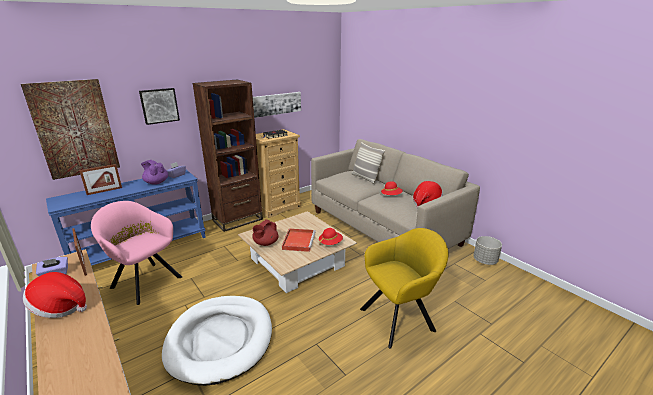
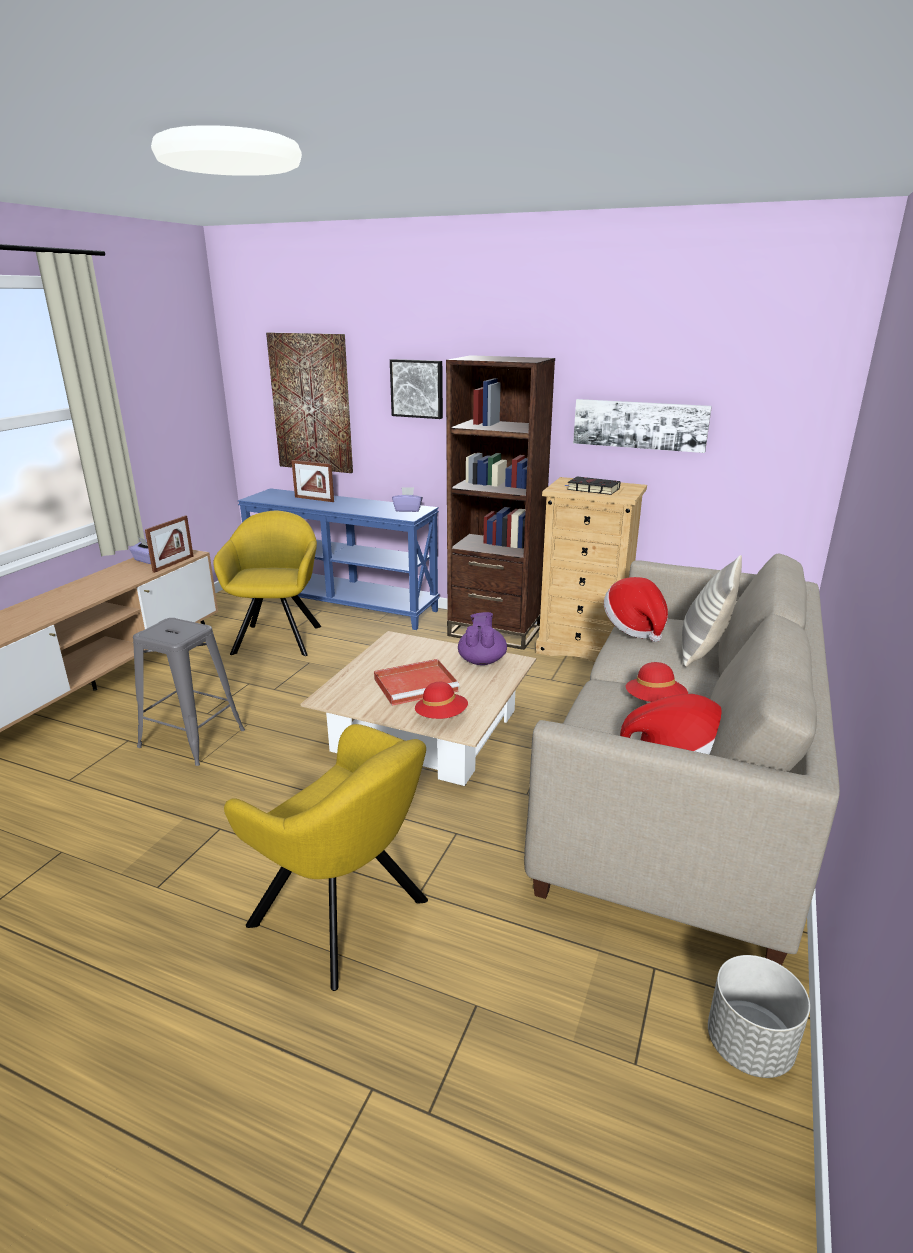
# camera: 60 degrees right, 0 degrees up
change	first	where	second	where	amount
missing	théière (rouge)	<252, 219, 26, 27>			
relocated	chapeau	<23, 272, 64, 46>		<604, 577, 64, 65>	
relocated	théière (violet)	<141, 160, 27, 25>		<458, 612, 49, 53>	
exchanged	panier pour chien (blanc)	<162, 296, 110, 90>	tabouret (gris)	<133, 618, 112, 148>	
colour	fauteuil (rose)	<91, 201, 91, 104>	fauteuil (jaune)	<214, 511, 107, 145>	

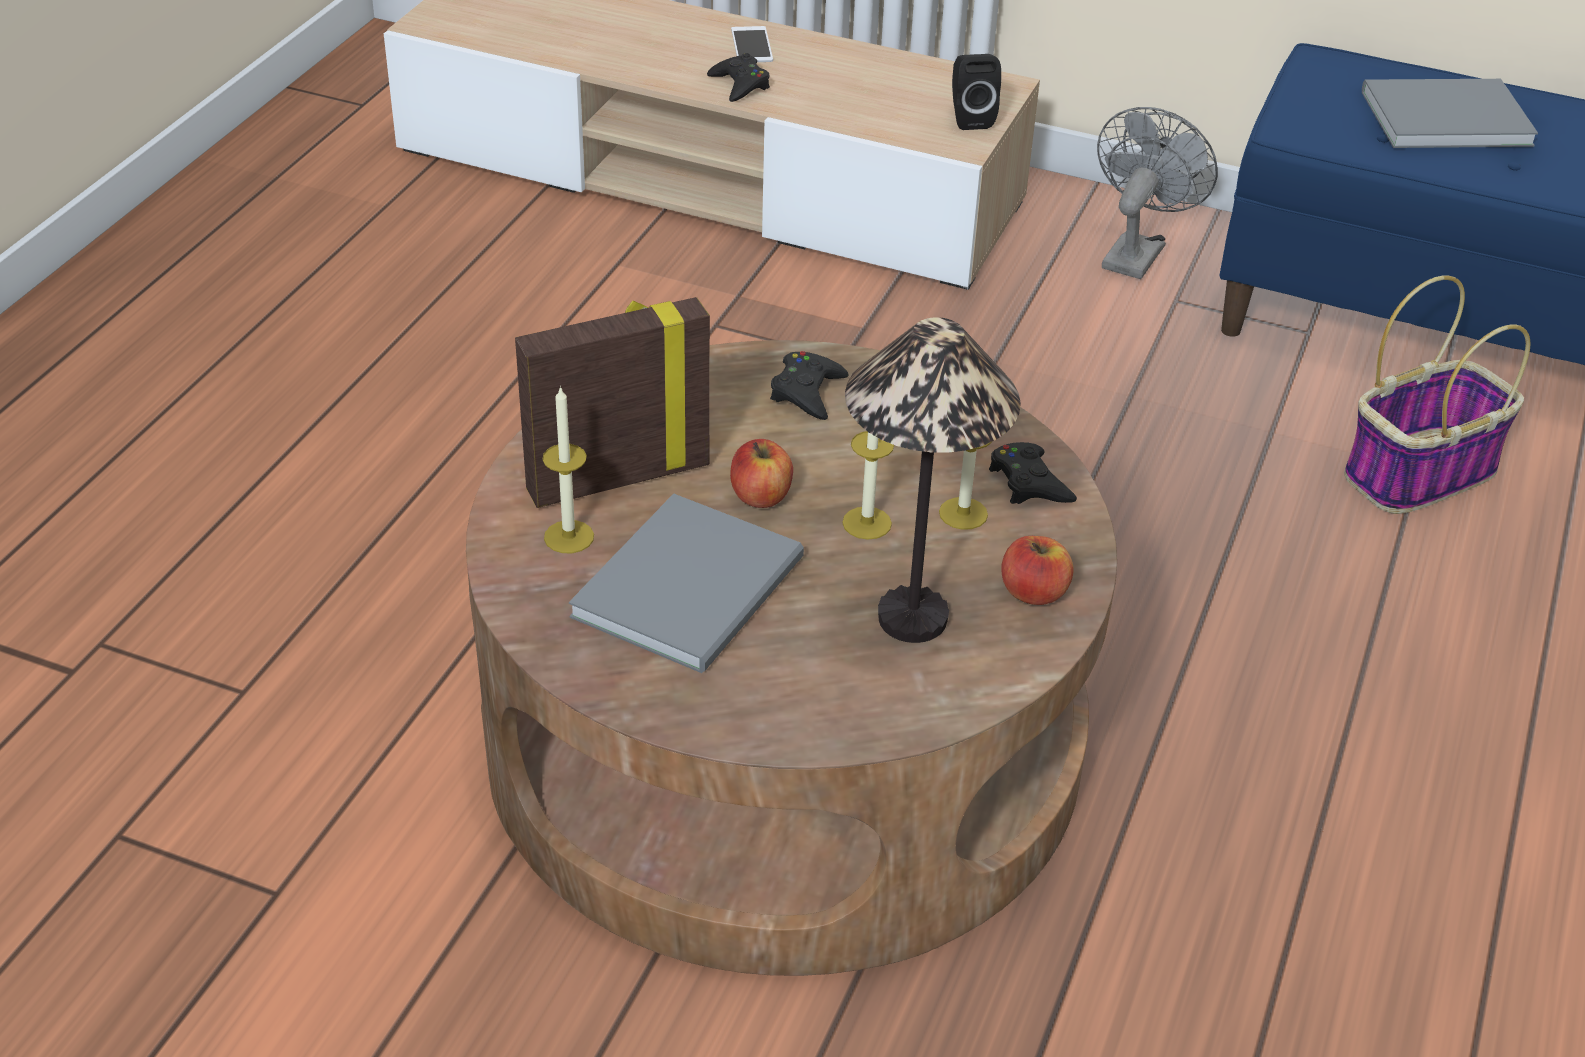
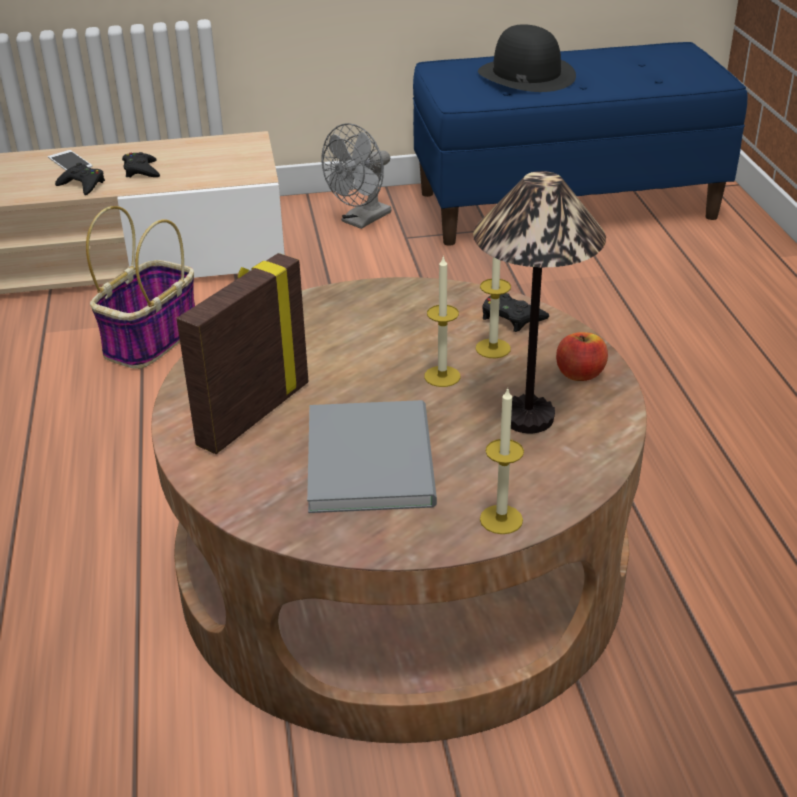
# camera: 30 degrees left, 5 degrees down
change	first	where	second	where	amount
missing	pomme	<730, 439, 63, 69>			
missing	enceinte (noir)	<952, 54, 49, 76>			
relocated	bougie	<542, 386, 52, 167>		<480, 389, 44, 145>	
relocated	manette (noir)	<770, 351, 78, 69>		<122, 152, 38, 25>	
relocated	panier	<1344, 276, 187, 238>		<86, 206, 109, 163>	
exchanged	livre (gris)	<1362, 79, 176, 69>	chapeau (noir)	<478, 24, 98, 68>	
spun	ventilateur (gris)	<1097, 107, 121, 172>		<322, 123, 69, 106>	135 degrees counterclockwise

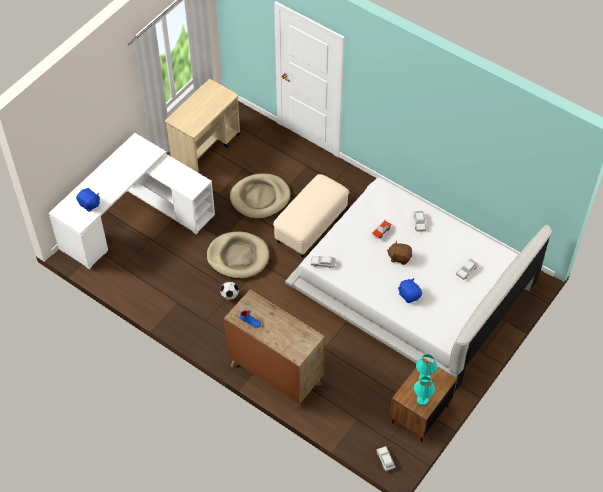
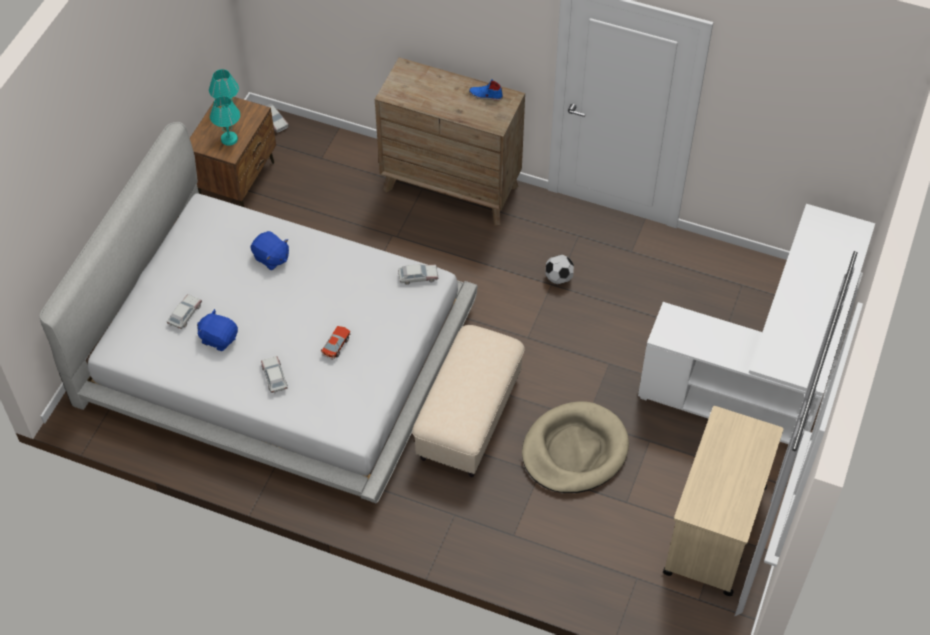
# camera: 165 degrees right, 0 degrees up
change	first	where	second	where	amount
missing	panier pour chien (beige)	<207, 231, 62, 48>			
missing	peluche (marron)	<387, 241, 25, 24>			
relocated	peluche (bleu)	<76, 188, 24, 24>		<197, 309, 41, 42>	

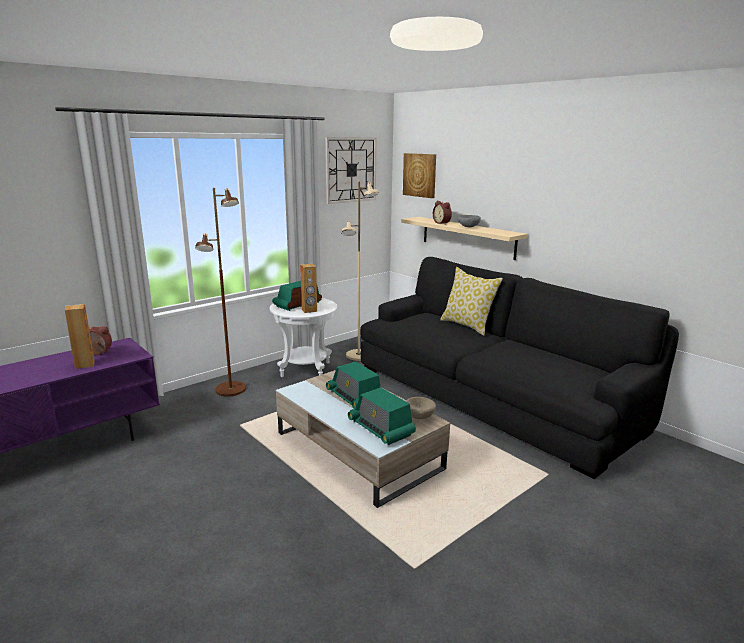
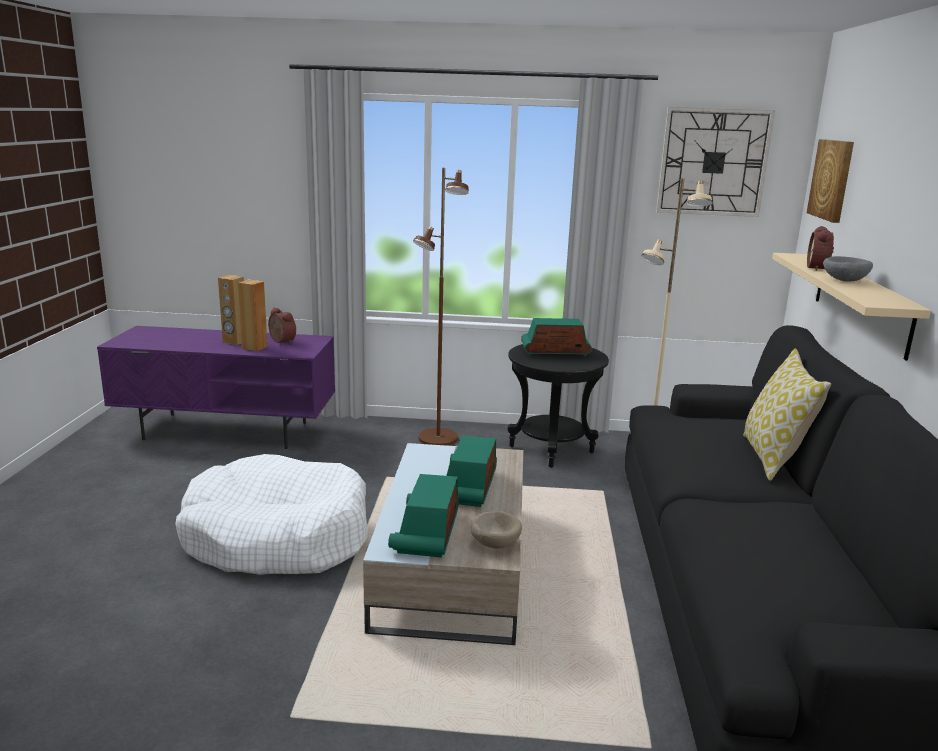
# camera: 45 degrees right, 0 degrees up
change	first	where	second	where	amount
appeared			panier pour chien (blanc)	<175, 454, 193, 121>	
relocated	enceinte (marron)	<300, 264, 17, 49>		<218, 275, 26, 70>	
colour	table d'appoint (blanc)	<269, 298, 68, 79>	table d'appoint (noir)	<508, 344, 101, 124>	

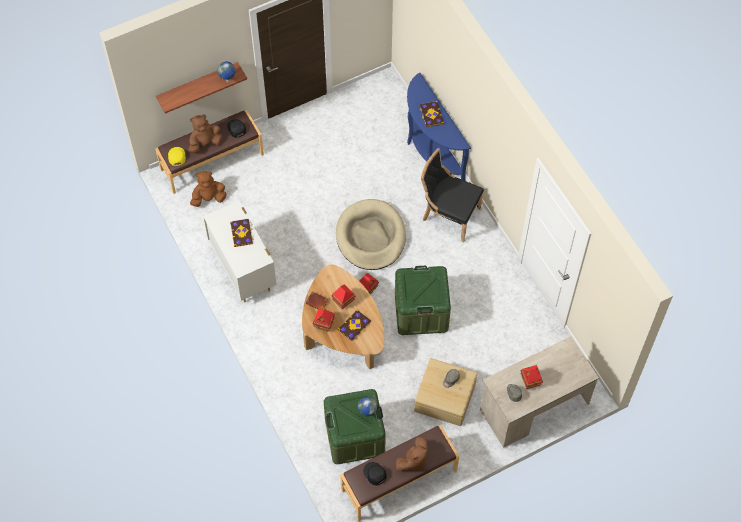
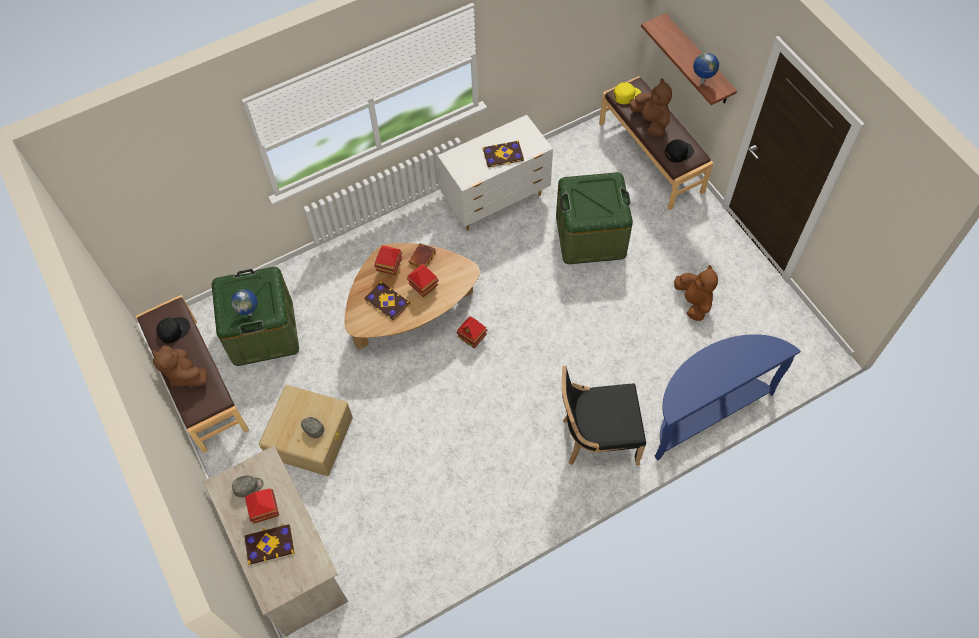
# camera: 90 degrees right, 0 degrees up
change	first	where	second	where	amount
missing	panier pour chien (beige)	<336, 199, 70, 71>			
relocated	peluche (marron)	<190, 171, 37, 36>		<674, 265, 44, 56>	
relocated	boîte de rangement (vert)	<395, 266, 56, 69>		<556, 172, 77, 92>	
relocated	livre	<419, 101, 25, 26>		<244, 524, 51, 41>	
spun	chaise (noir)	<421, 148, 63, 95>		<562, 366, 84, 100>	120 degrees counterclockwise

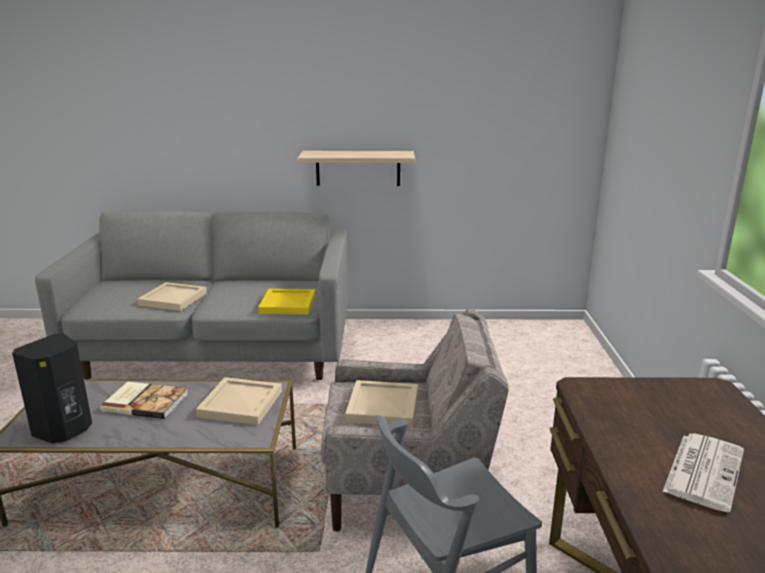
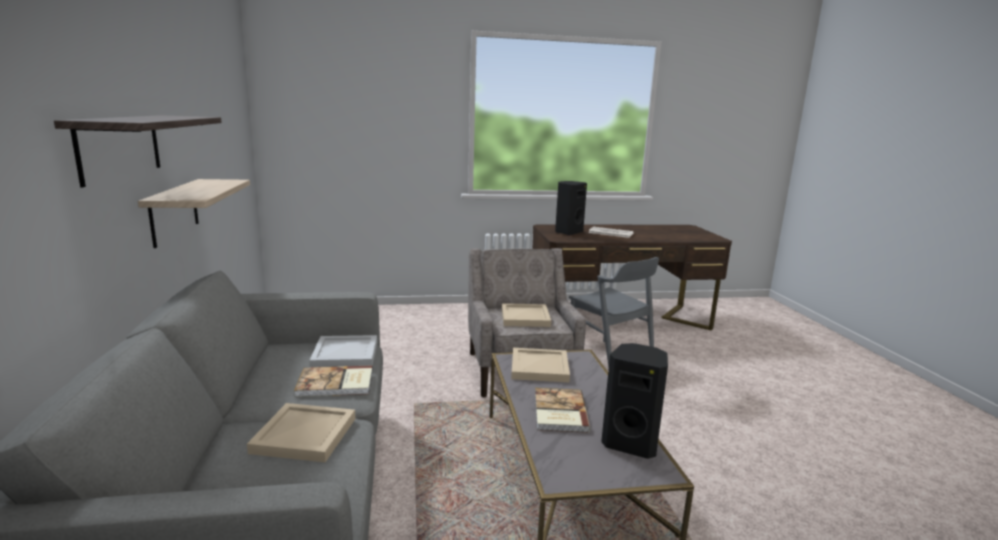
# camera: 100 degrees left, 5 degrees down
change	first	where	second	where	amount
appeared			étagère	<54, 115, 168, 72>	
appeared			livre	<294, 366, 79, 31>	
appeared			enceinte (noir)	<555, 181, 32, 54>	
colour	plateau (jaune)	<258, 289, 58, 26>	plateau (blanc)	<309, 335, 68, 32>	

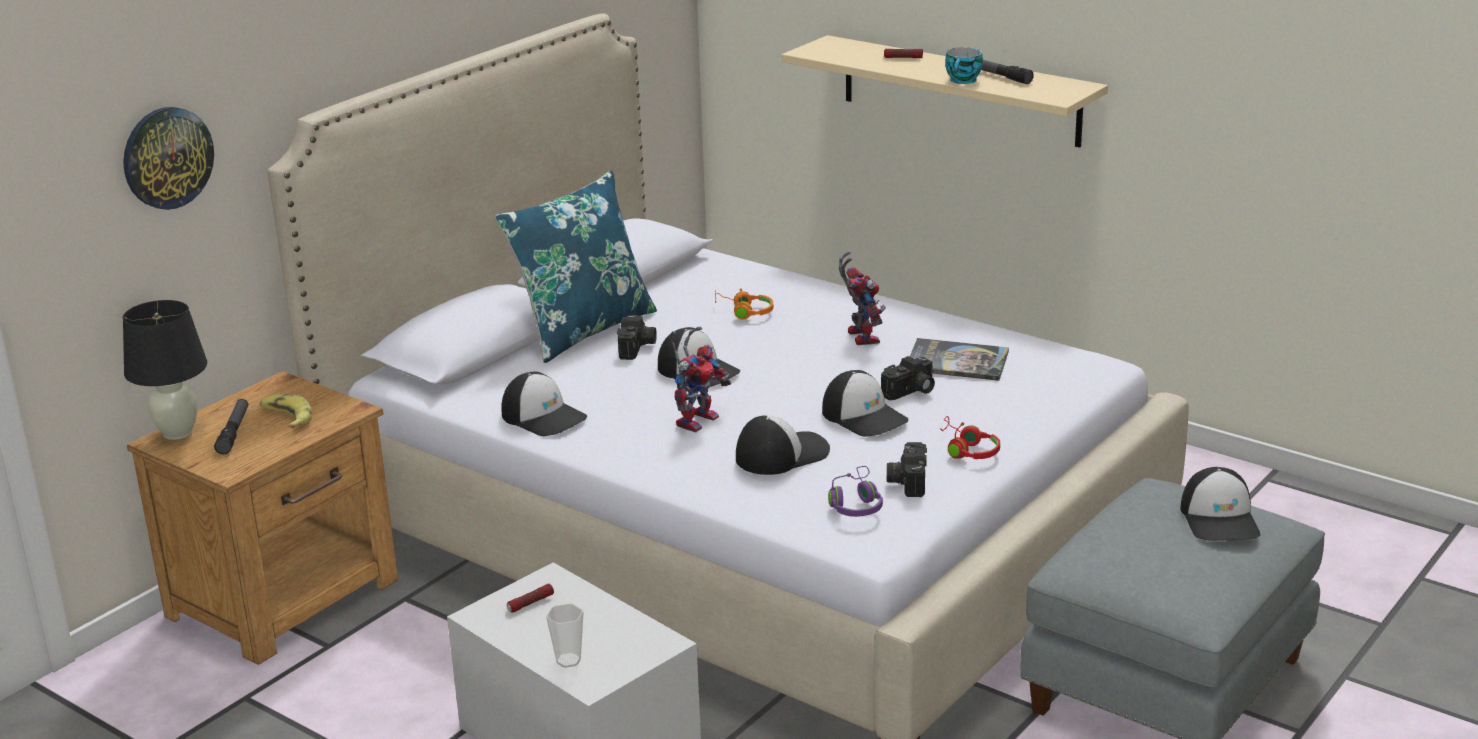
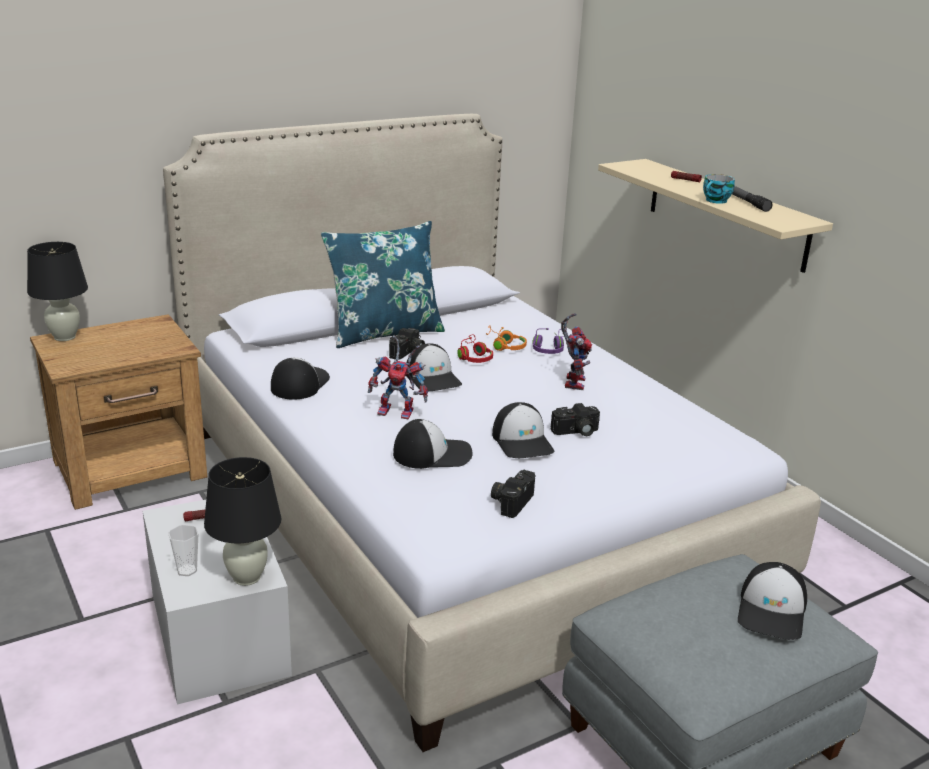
# camera: 20 degrees right, 0 degrees up
change	first	where	second	where	amount
missing	horloge murale	<123, 107, 91, 103>			
missing	lampe de poche	<214, 399, 34, 55>			
missing	banane	<260, 394, 52, 34>			
missing	livre	<910, 338, 99, 43>			
appeared			lampe de table (noir)	<204, 457, 77, 129>	
relocated	casque audio (violet)	<828, 466, 55, 51>		<532, 328, 32, 26>	
relocated	casque audio (rouge)	<940, 416, 60, 43>		<457, 334, 36, 29>	
spun	casquette	<501, 372, 86, 64>		<271, 357, 59, 43>	135 degrees counterclockwise
spun	robot jouet	<669, 327, 62, 105>		<368, 335, 60, 84>	45 degrees clockwise

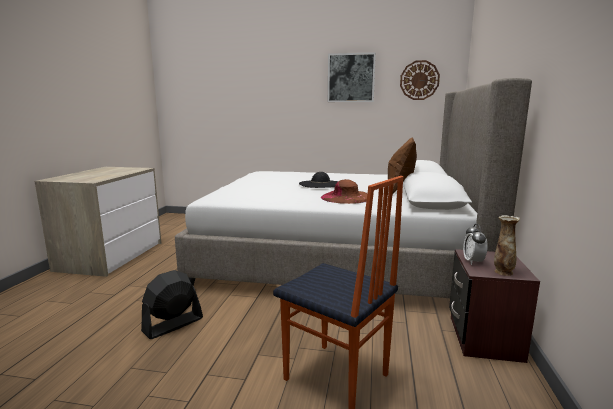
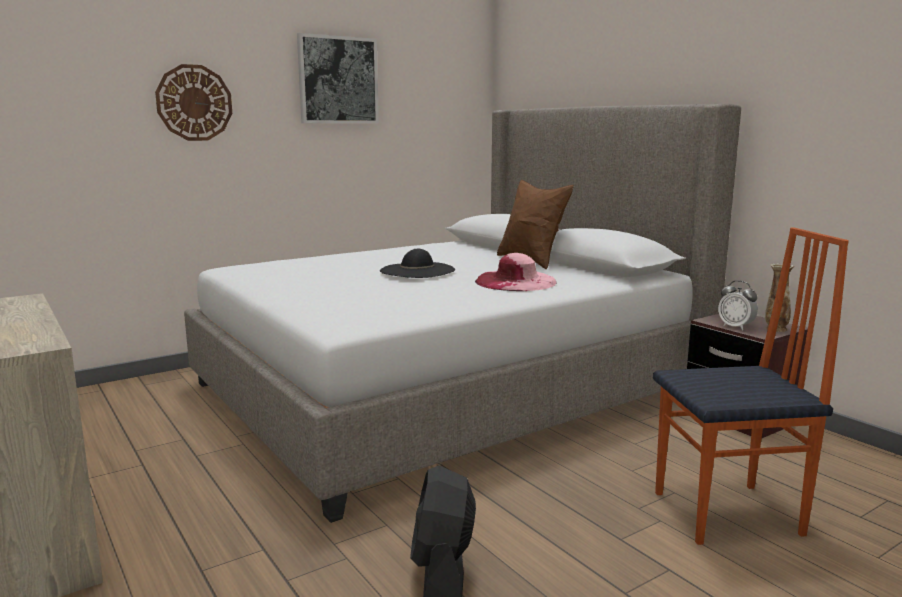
# camera: 45 degrees left, 0 degrees up
change	first	where	second	where	amount
relocated	horloge murale	<400, 60, 40, 40>		<155, 64, 77, 77>	
colour	chapeau (marron)	<321, 179, 46, 25>	chapeau (rose)	<475, 253, 82, 38>	

